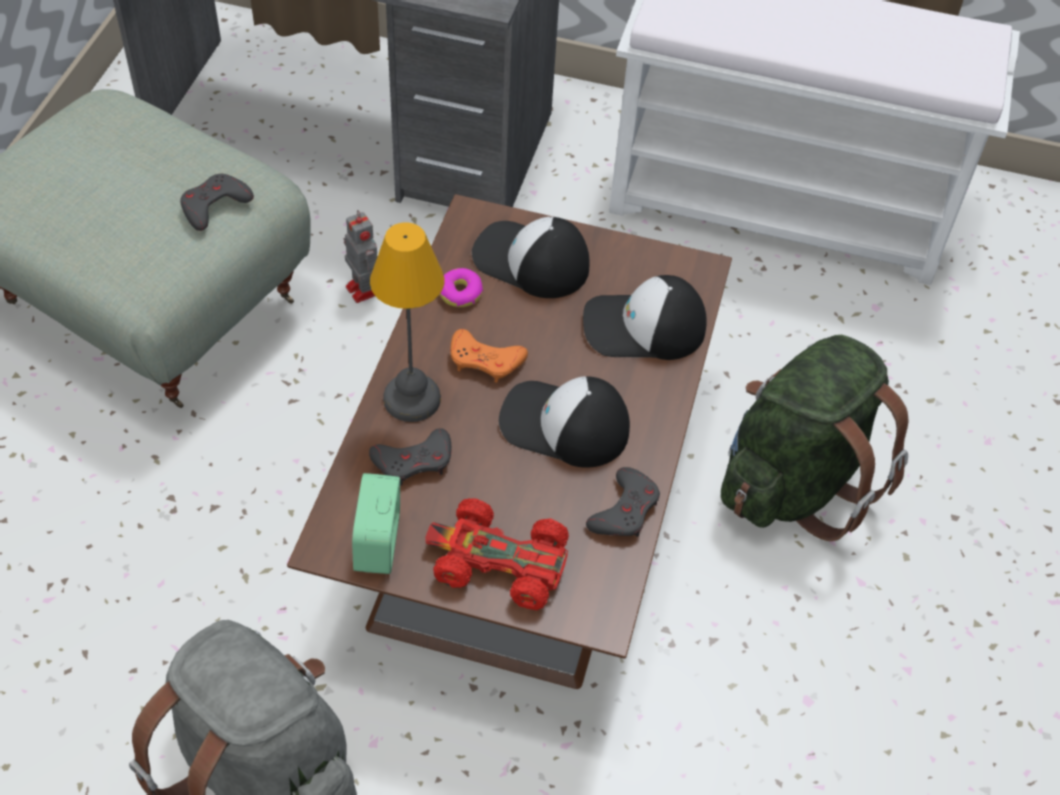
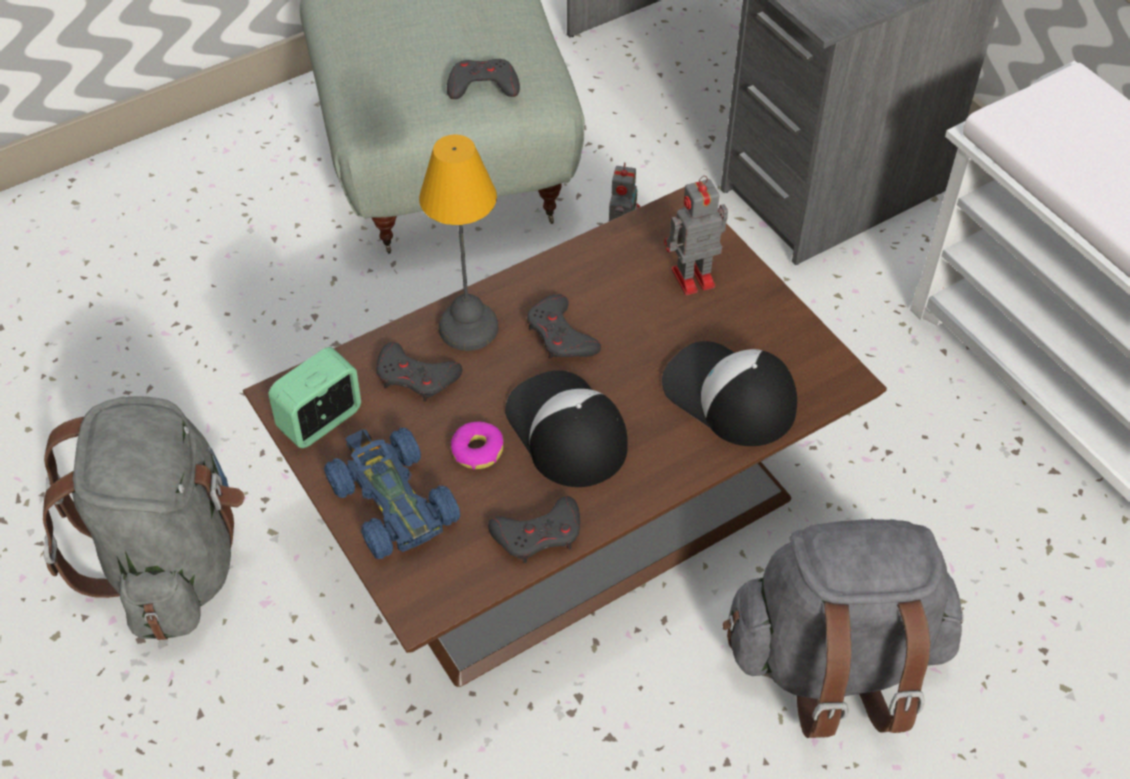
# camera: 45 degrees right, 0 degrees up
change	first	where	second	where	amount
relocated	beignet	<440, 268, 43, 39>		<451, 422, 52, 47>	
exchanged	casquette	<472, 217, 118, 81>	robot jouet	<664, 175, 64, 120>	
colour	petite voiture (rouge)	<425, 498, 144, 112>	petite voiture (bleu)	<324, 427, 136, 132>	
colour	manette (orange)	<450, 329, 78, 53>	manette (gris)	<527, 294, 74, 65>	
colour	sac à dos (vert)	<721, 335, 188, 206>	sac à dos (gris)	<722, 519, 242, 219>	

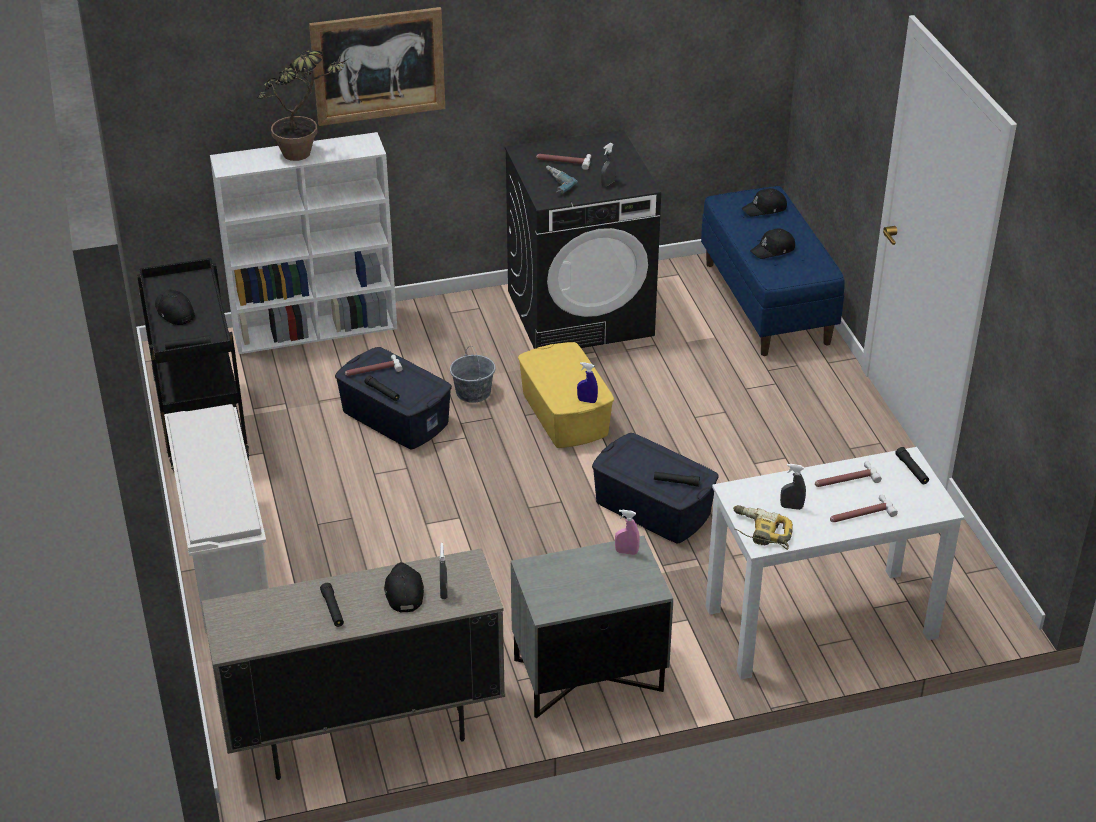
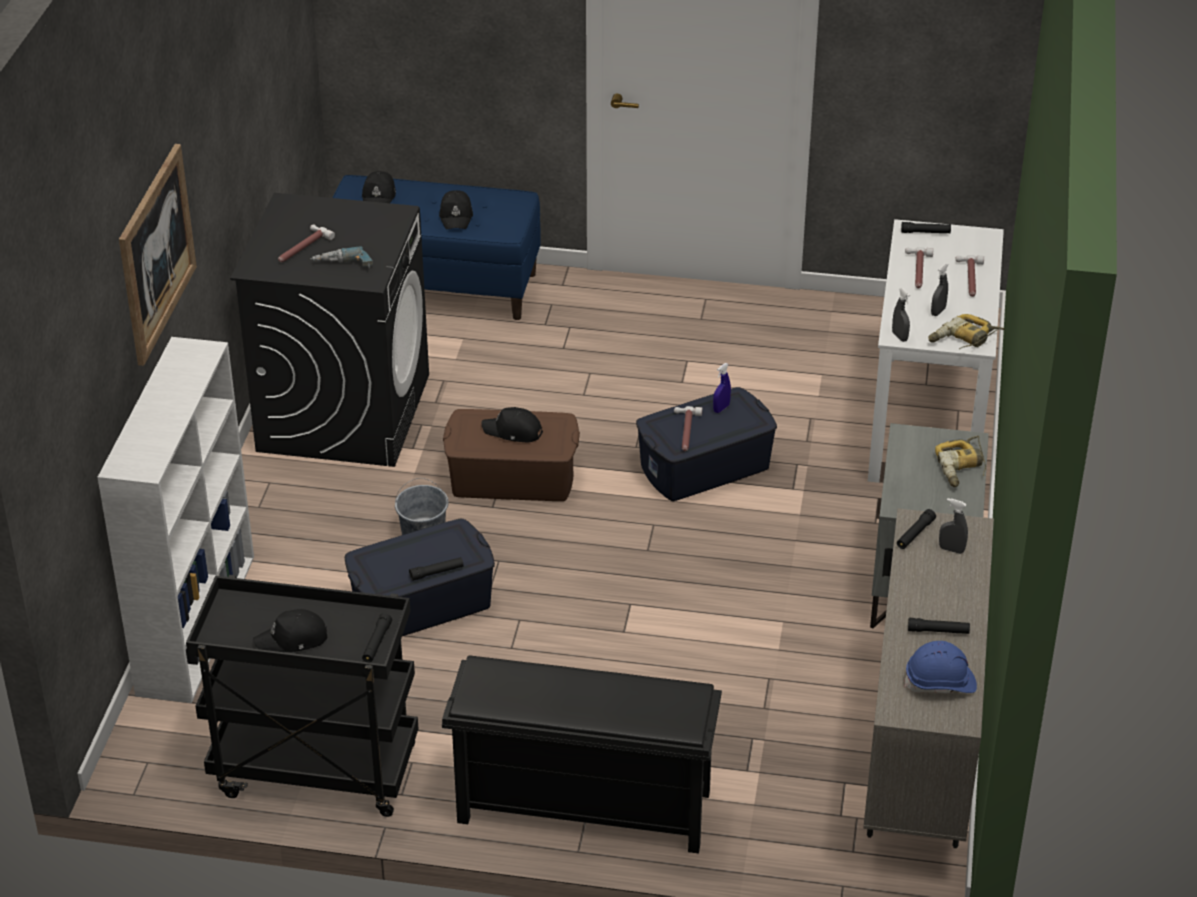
# camera: 65 degrees left, 0 degrees up
change	first	where	second	where	amount
missing	plante en pot	<258, 50, 90, 111>			
missing	vaporisateur (rose)	<615, 509, 25, 46>			
appeared			casque de chantier (bleu)	<904, 641, 73, 53>	
appeared			perceuse	<935, 436, 51, 51>	
relocated	marteau	<345, 354, 58, 22>		<674, 406, 28, 45>	
relocated	casquette (noir)	<384, 562, 40, 50>		<482, 407, 61, 36>	
relocated	vaporisateur (bleu)	<577, 362, 21, 41>		<713, 363, 18, 50>	
relocated	vaporisateur (gris)	<601, 143, 15, 44>		<892, 288, 18, 54>	
relocated	lampe de poche (noir)	<654, 472, 46, 15>		<897, 509, 39, 40>	
colour	étagère à chaussures (blanc)	<164, 404, 105, 229>	étagère à chaussures (noir)	<442, 655, 280, 199>	
colour	boîte de rangement (jaune)	<518, 342, 96, 106>	boîte de rangement (marron)	<443, 409, 137, 92>	

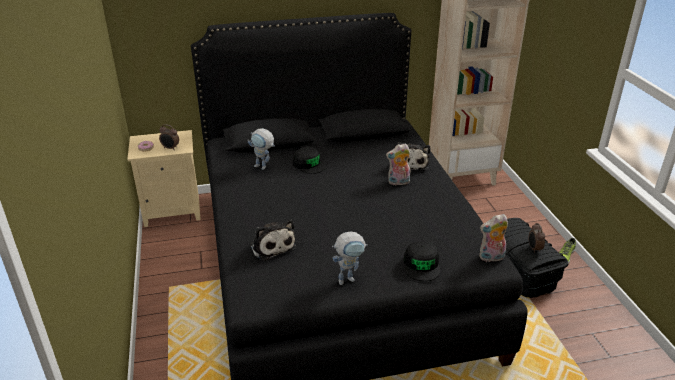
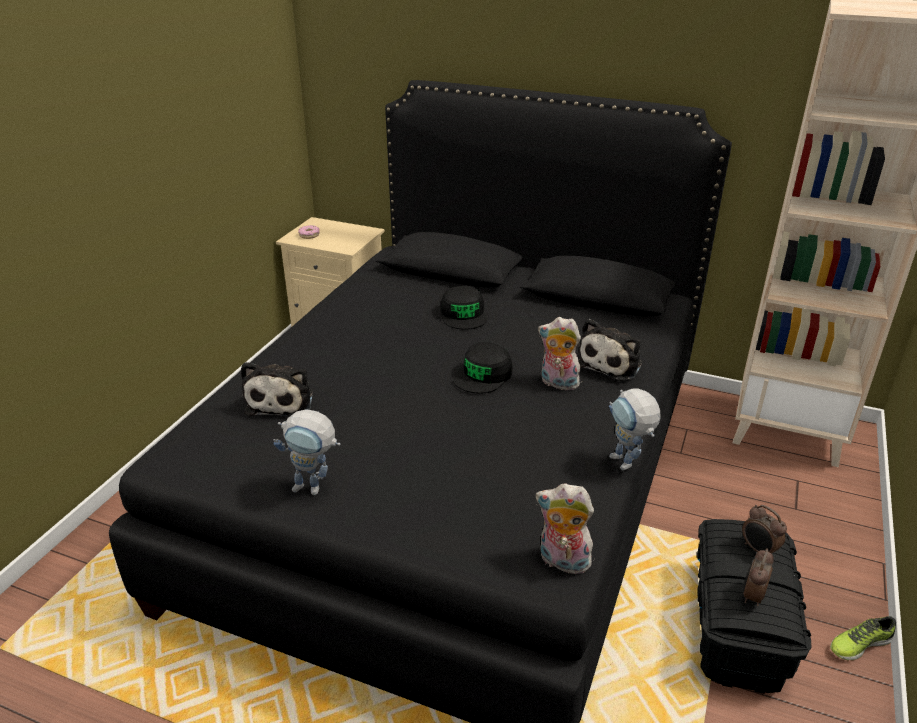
# camera: 35 degrees right, 0 degrees up
change	first	where	second	where	amount
relocated	réveil	<159, 124, 20, 26>		<742, 505, 45, 49>	
relocated	robot jouet	<248, 128, 27, 42>		<609, 388, 52, 83>	
relocated	casquette (noir)	<404, 242, 36, 39>		<453, 342, 60, 52>	

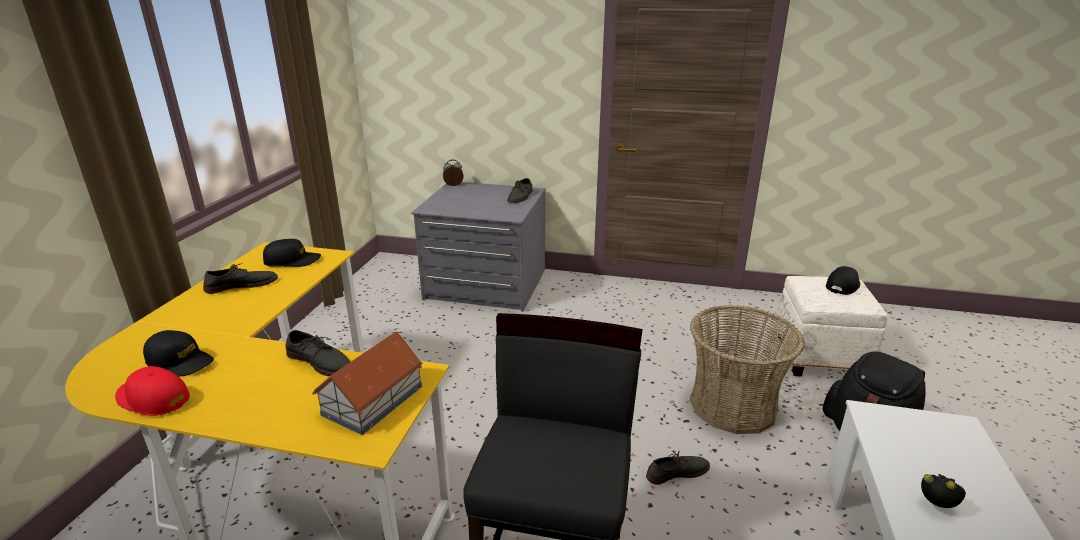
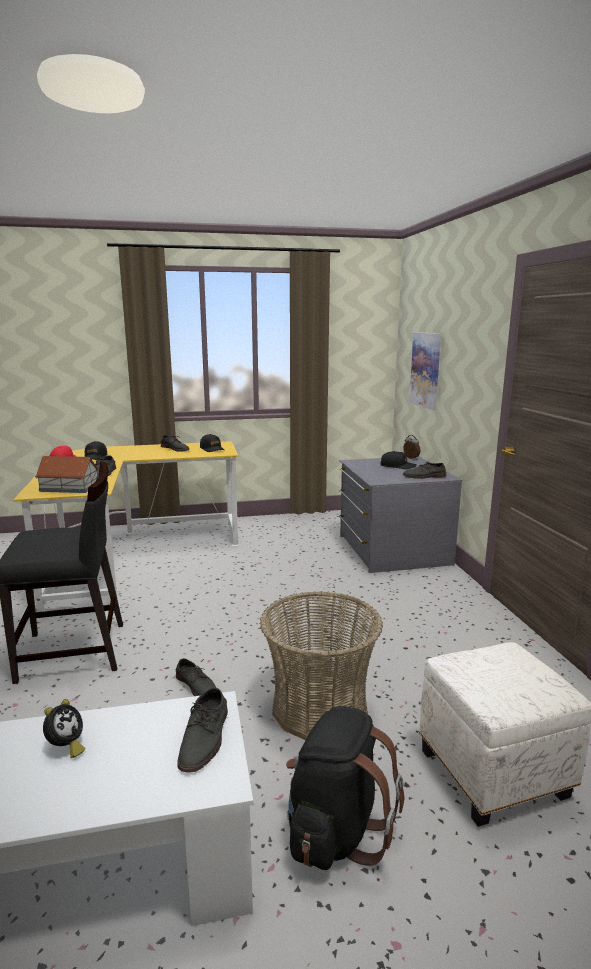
# camera: 65 degrees right, 10 degrees down
change	first	where	second	where	amount
appeared			chaussure (gris)	<177, 688, 51, 84>	
appeared			tableau	<409, 332, 32, 78>	
relocated	casquette (noir)	<826, 266, 34, 29>		<381, 451, 36, 18>	

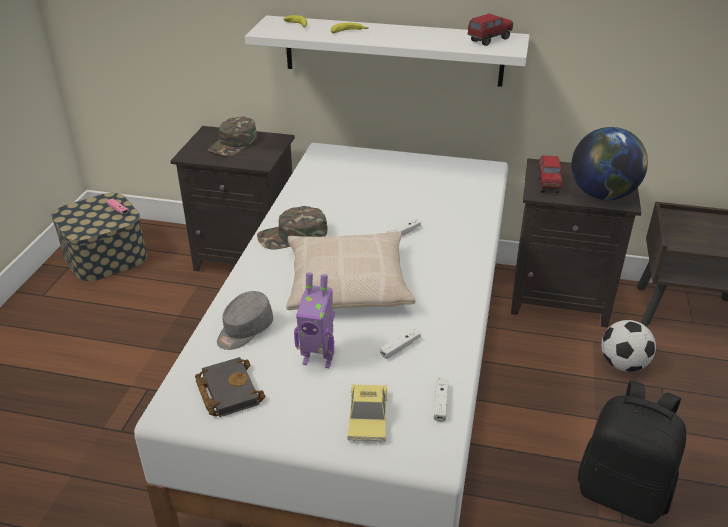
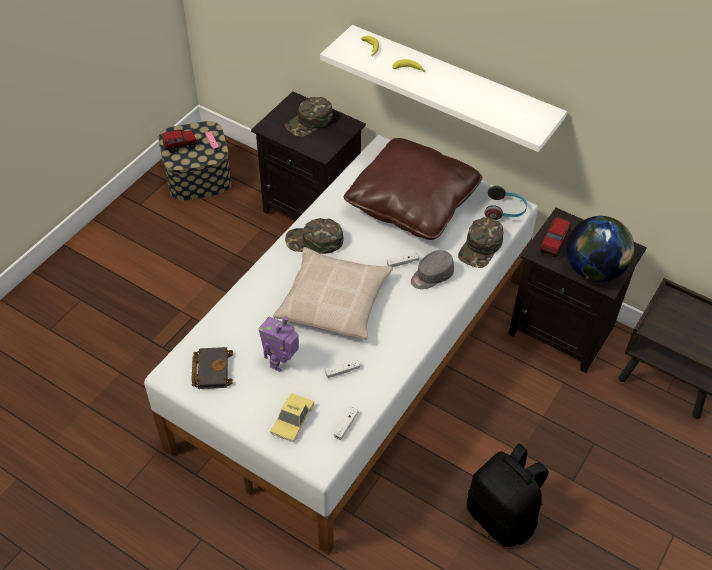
# camera: 20 degrees right, 15 degrees up
change	first	where	second	where	amount
missing	ballon de foot	<601, 320, 55, 52>			
appeared			coussin (marron)	<344, 138, 138, 102>	
appeared			casquette (vert)	<458, 217, 46, 51>	
appeared			casque audio	<484, 186, 43, 34>	
relocated	casquette (gris)	<217, 291, 56, 59>		<411, 250, 43, 39>	
relocated	camion jouet	<467, 14, 46, 32>		<162, 129, 35, 24>	
spun	robot jouet	<294, 272, 41, 96>		<258, 316, 41, 56>	90 degrees clockwise

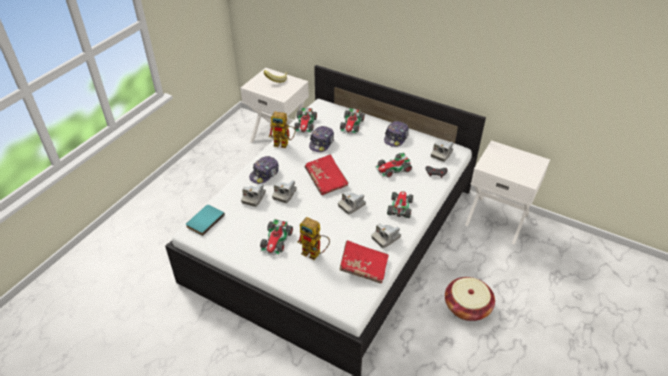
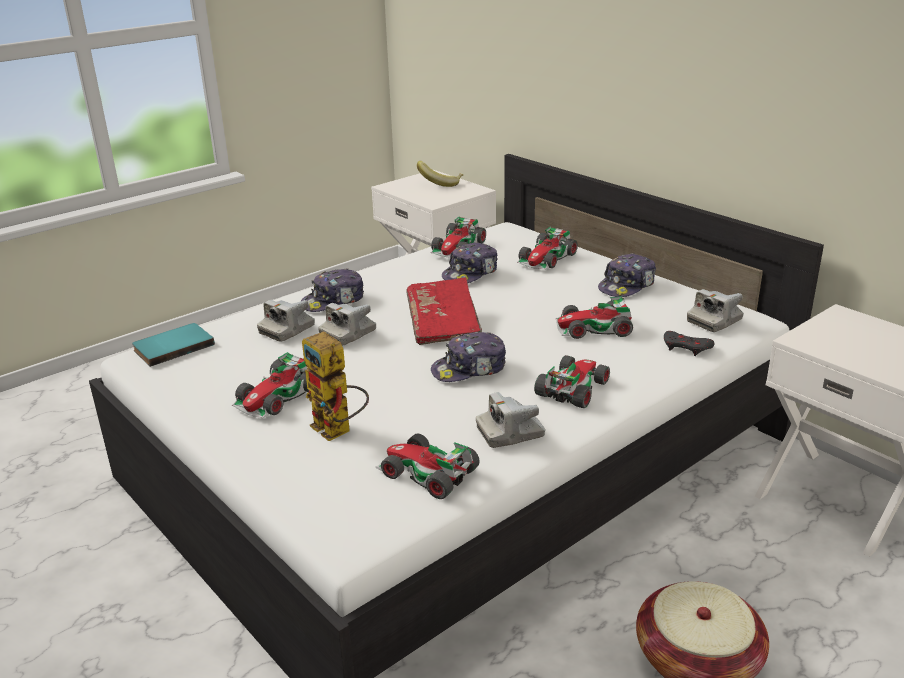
# camera: 20 degrees right, 15 degrees down
change	first	where	second	where	amount
missing	robot jouet	<269, 111, 27, 37>			
exchanged	appareil photo	<338, 191, 28, 23>	casquette	<431, 332, 75, 50>	
exchanged	livre (rouge)	<339, 240, 50, 43>	petite voiture	<375, 433, 105, 66>	

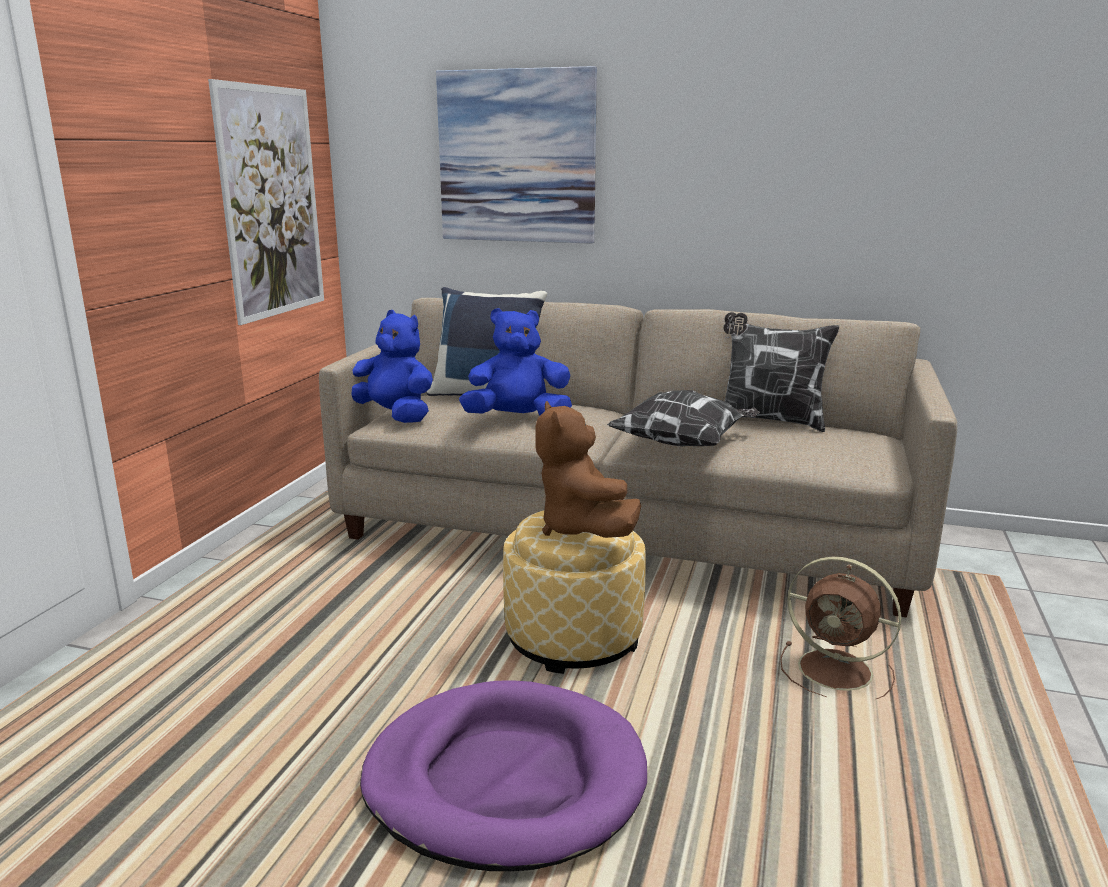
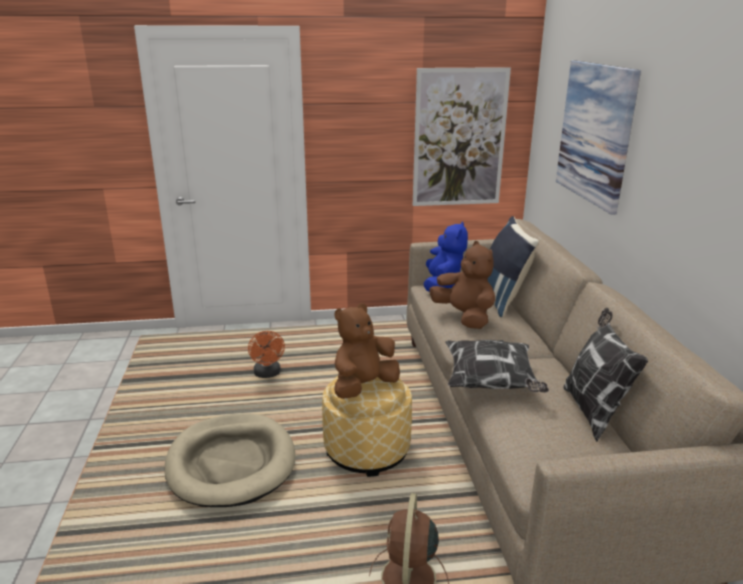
# camera: 65 degrees right, 5 degrees up
change	first	where	second	where	amount
appeared			ventilateur (orange)	<248, 331, 37, 47>	
colour	panier pour chien (violet)	<360, 680, 287, 191>	panier pour chien (beige)	<165, 414, 130, 93>	
colour	peluche (bleu)	<459, 308, 113, 108>	peluche (marron)	<429, 241, 66, 88>	

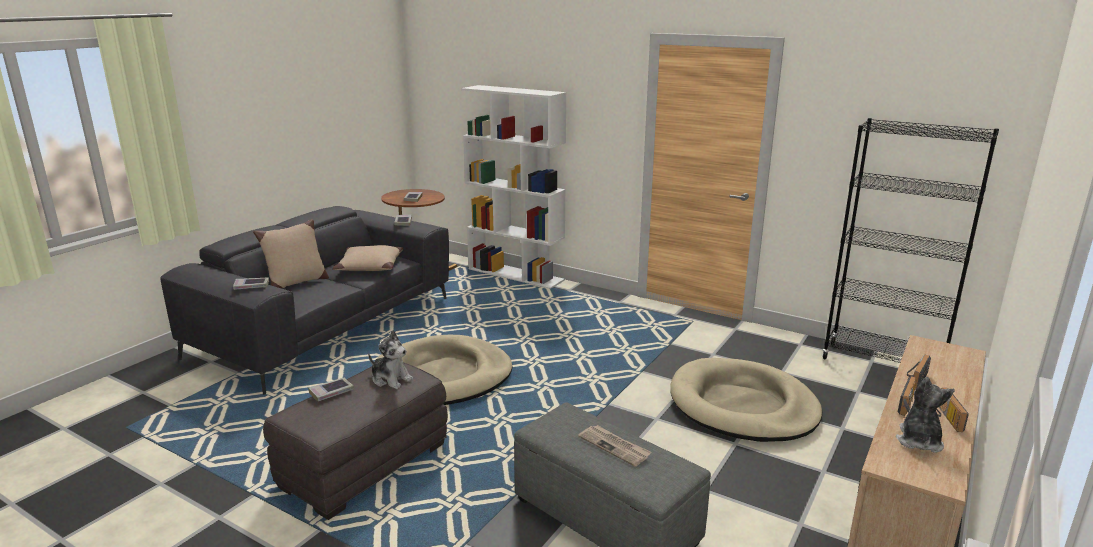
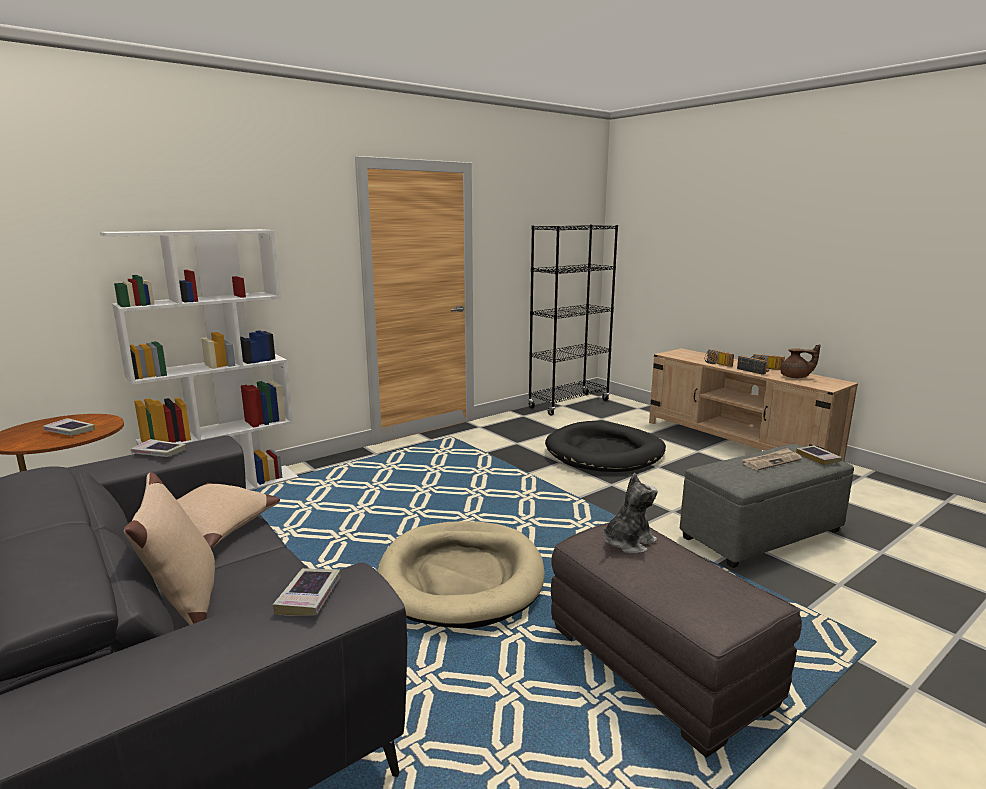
# camera: 70 degrees left, 5 degrees down
change	first	where	second	where	amount
relocated	livre	<308, 378, 46, 23>		<796, 445, 46, 20>	
exchanged	peluche	<896, 377, 59, 76>	théière (marron)	<781, 344, 39, 34>	
colour	panier pour chien (beige)	<670, 358, 152, 84>	panier pour chien (noir)	<545, 421, 121, 51>	

